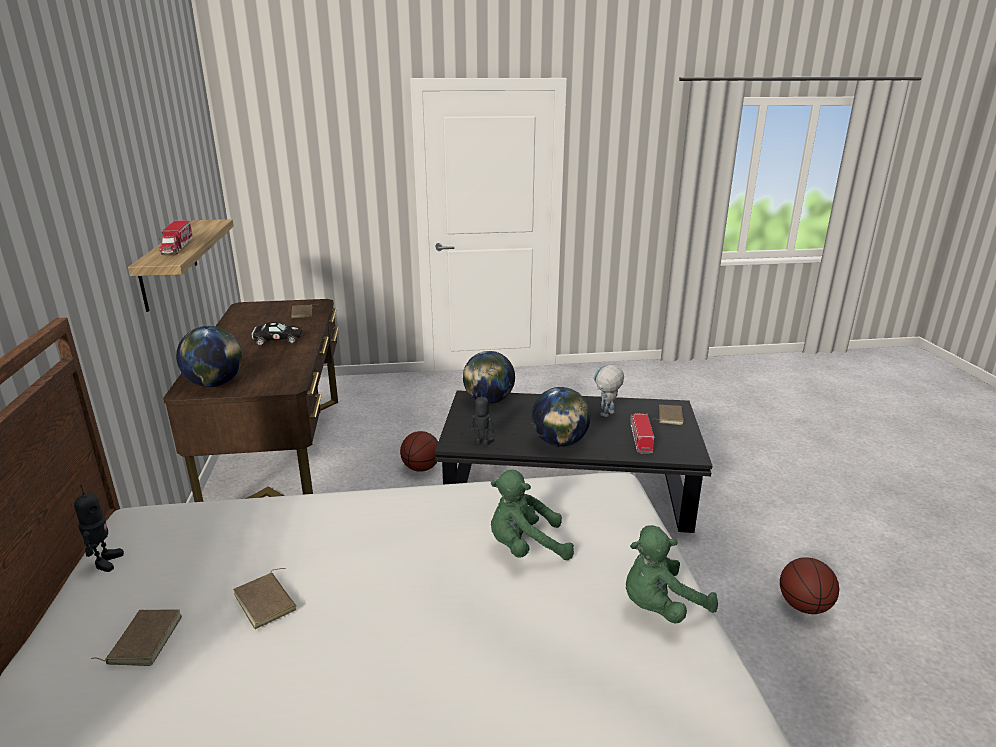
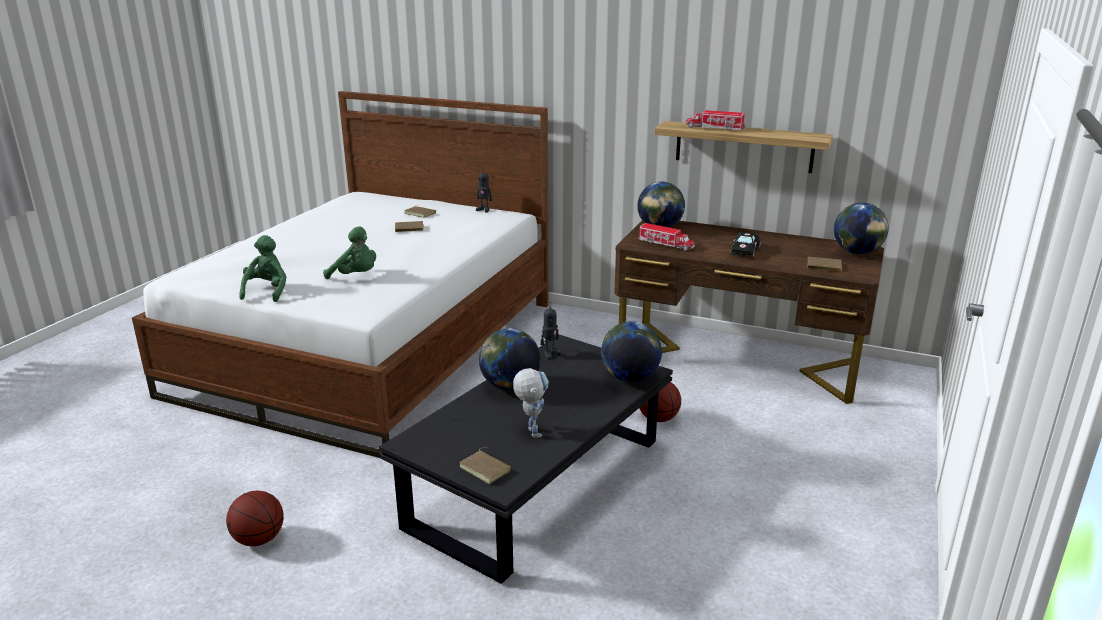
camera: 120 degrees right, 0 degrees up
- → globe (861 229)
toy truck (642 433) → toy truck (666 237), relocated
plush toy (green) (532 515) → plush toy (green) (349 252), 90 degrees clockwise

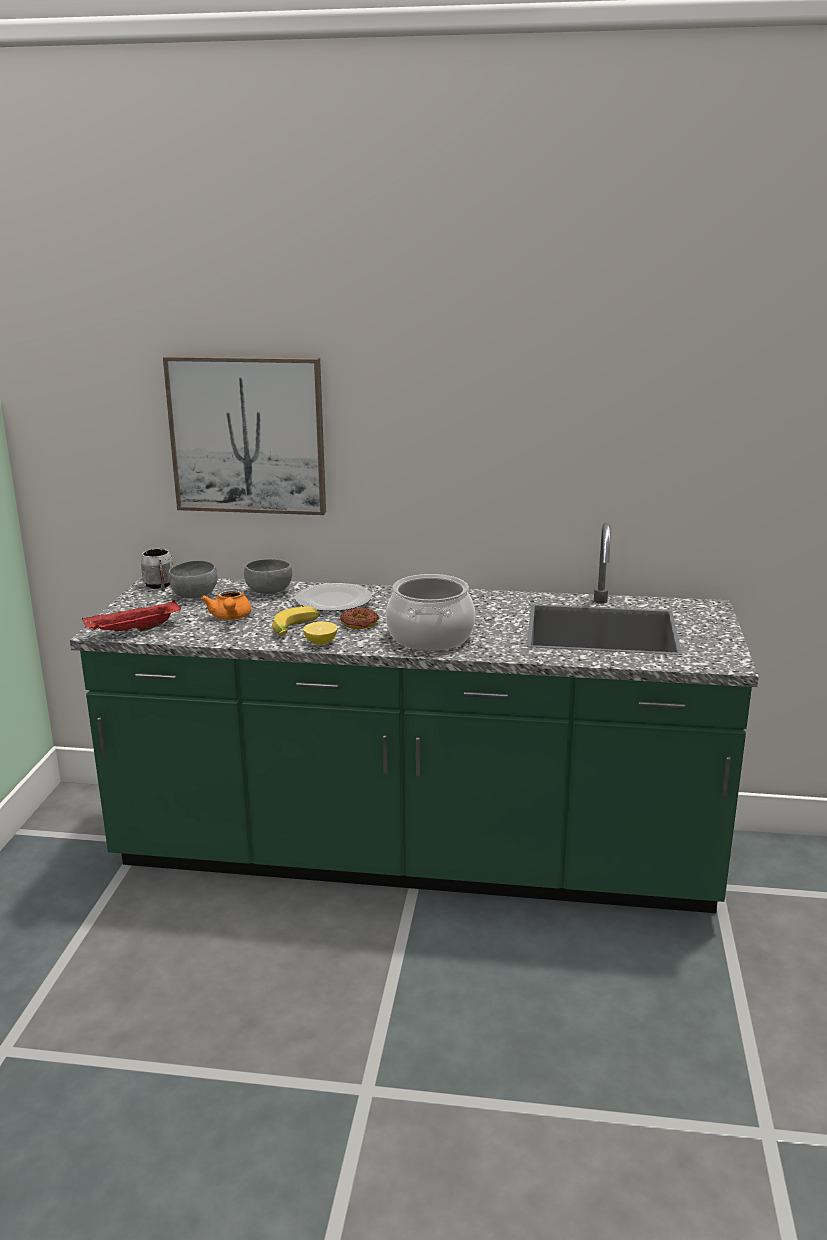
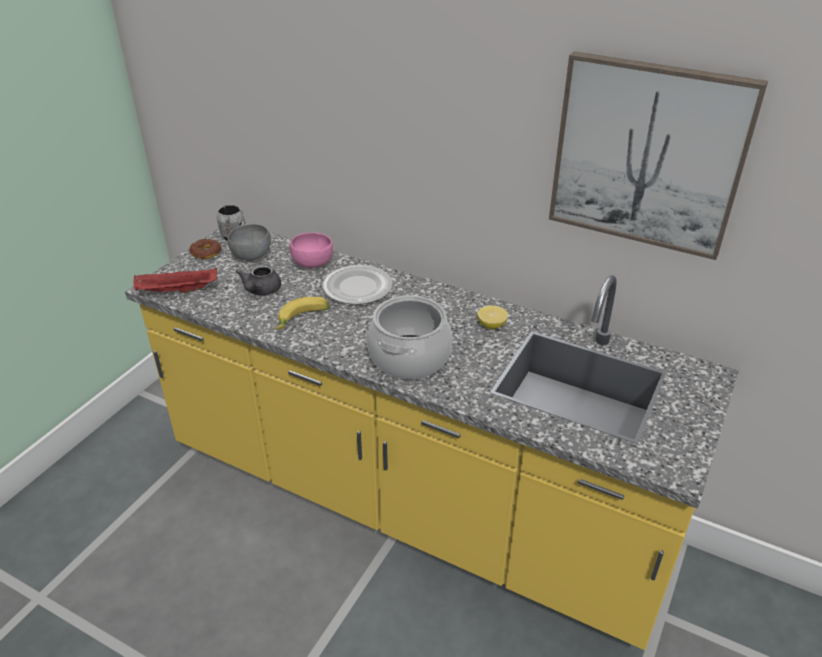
camera: 20 degrees right, 15 degrees up
picture (244 435) → picture (658 155), relocated
lemon (320 633) → lemon (492 317), relocated
donut (359 618) → donut (205 249), relocated
counter (green) (414 717) → counter (yellow) (432 439)
teapot (orange) (226 604) → teapot (grey) (258 279)
bowl (grey) (268 576) → bowl (pink) (311 250)

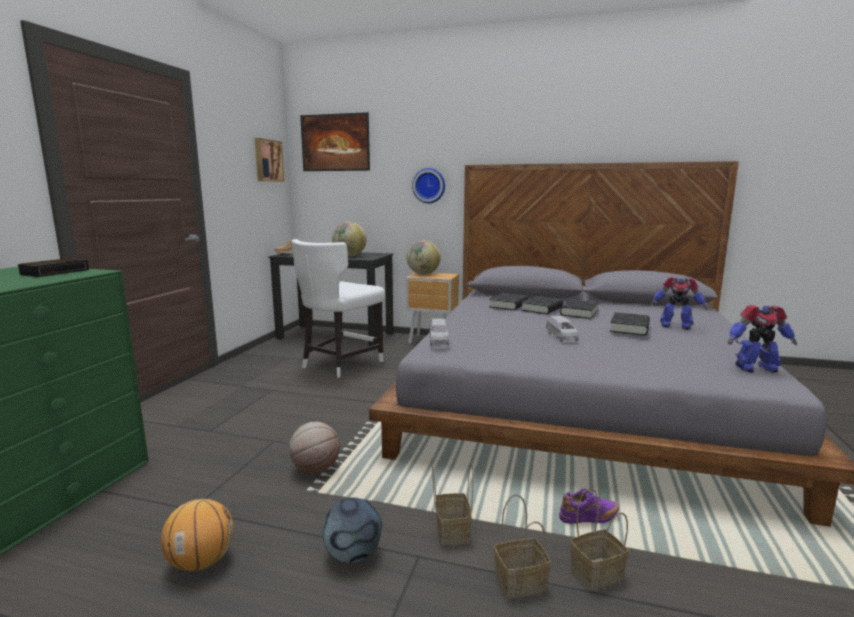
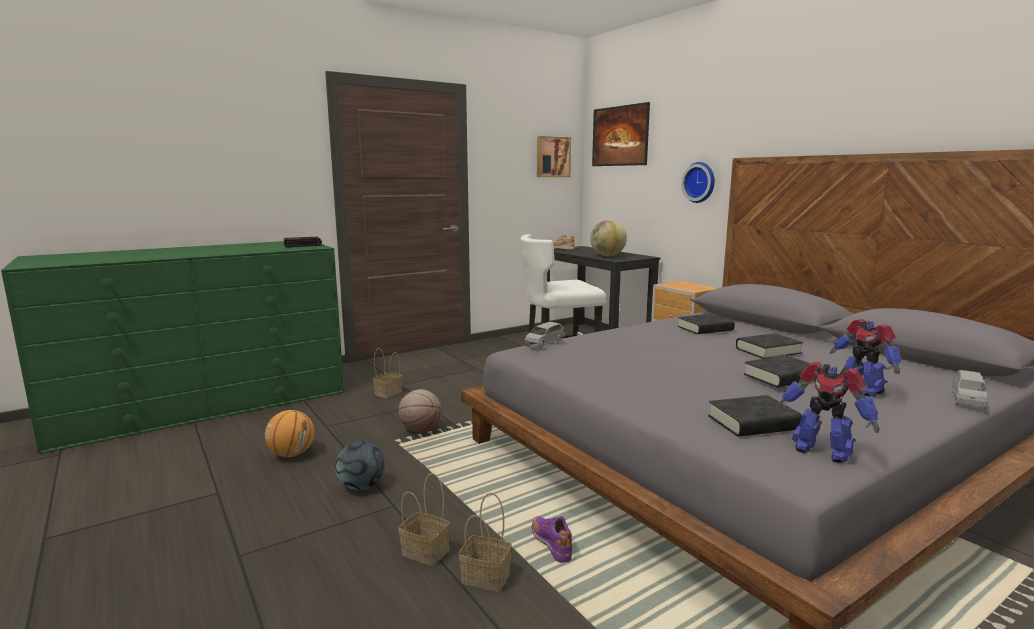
camera: 40 degrees right, 0 degrees up
globe (424 257) → -
basket (452 504) → basket (388 373), relocated
book (black) (542 305) → book (black) (755 416), relocated
toy car (grey) (562 329) → toy car (grey) (970 390), relocated
shoe (purple) (589 506) → shoe (purple) (552 539), 150 degrees counterclockwise

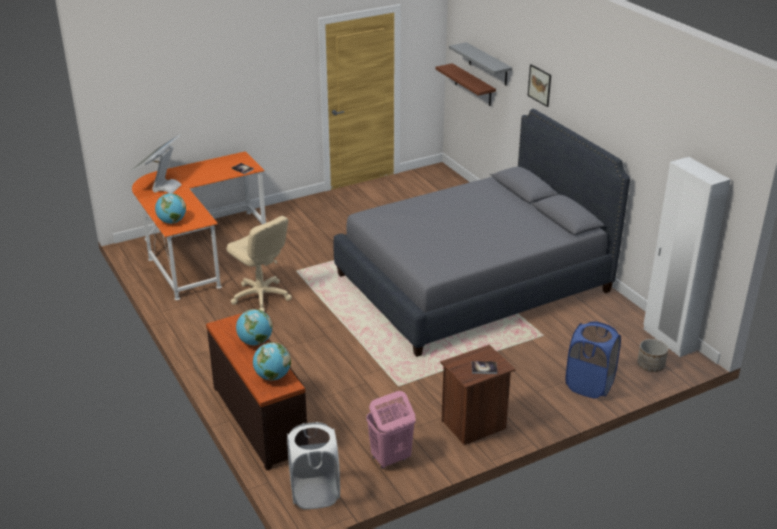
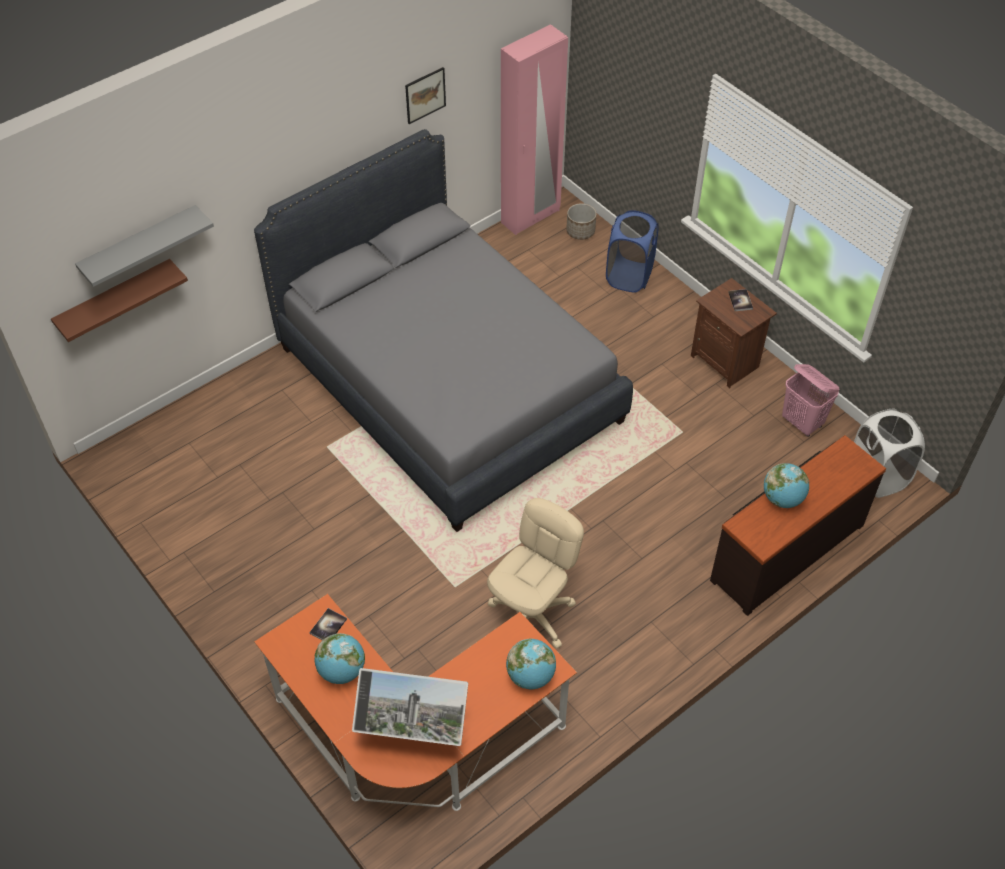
camera: 100 degrees left, 20 degrees up
globe (272 361) → globe (339 658), relocated
picture (539 85) → picture (425 95), relocated
wardrobe (white) (687 257) → wardrobe (pink) (534 129)

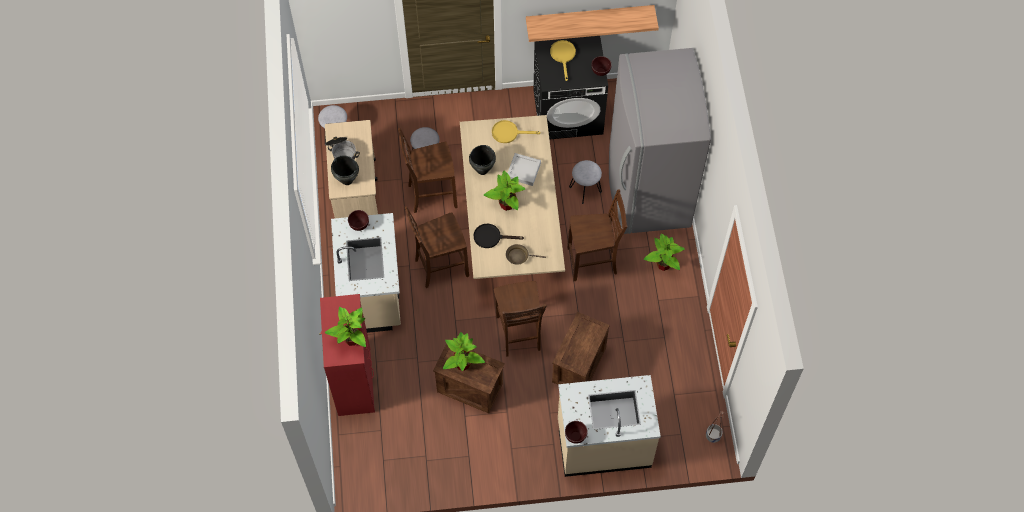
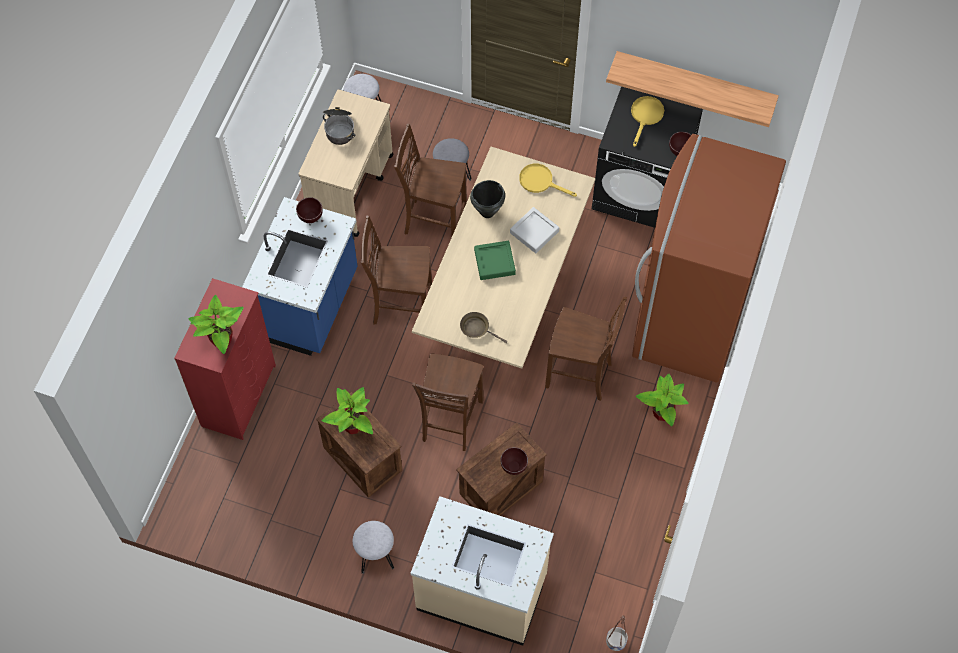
camera: 25 degrees right, 0 degrees up
cooking pot (black) (345 170) → -
frying pan (black) (499 236) → -
bowl (brown) (576 432) → bowl (brown) (514 461), relocated
stool (grey) (585 182) → stool (grey) (373 547), relocated
potted plant (504 191) → tray (green) (495 260)
counter (beige) (366 273) → counter (blue) (300 276)
fridge (grey) (660 141) → fridge (brown) (709 258)

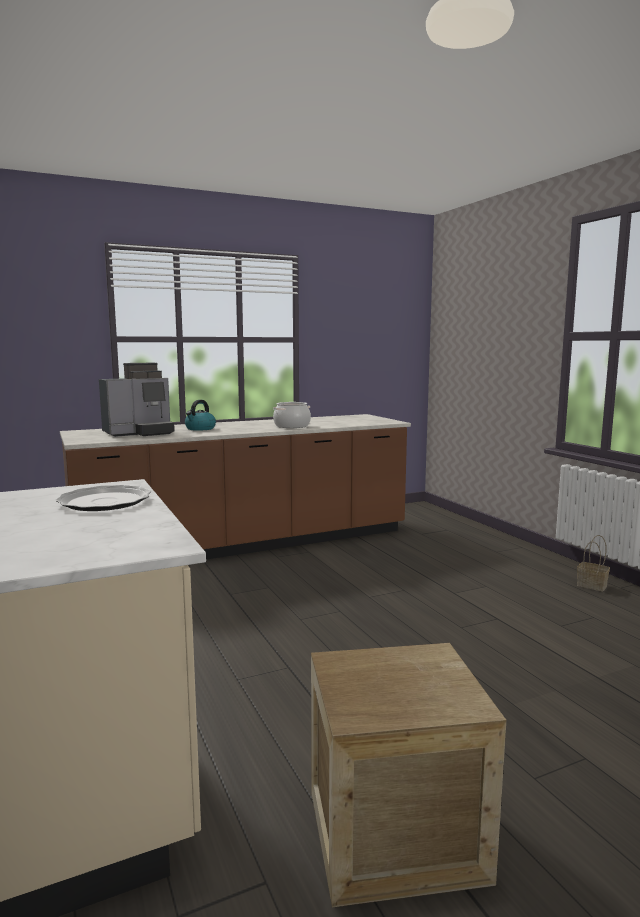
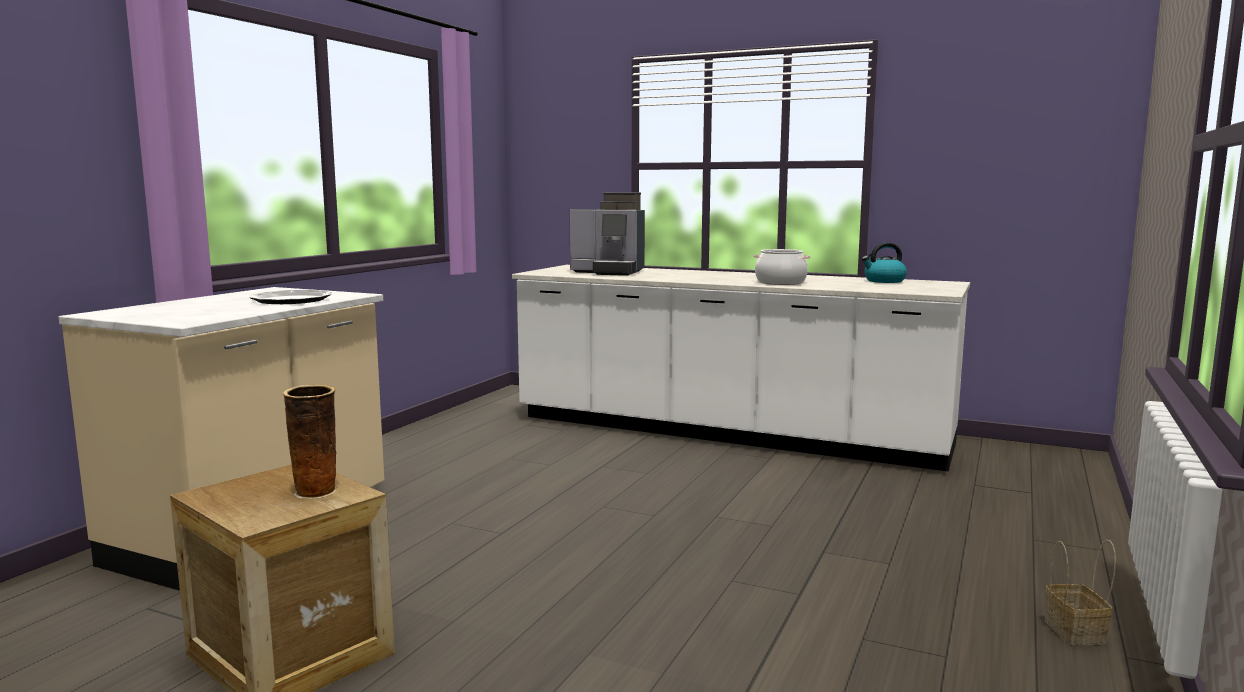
camera: 50 degrees right, 0 degrees up
- → vase (309 442)
kettle (200 415) → kettle (884 262), relocated
counter (brown) (235 487) → counter (white) (741 368)

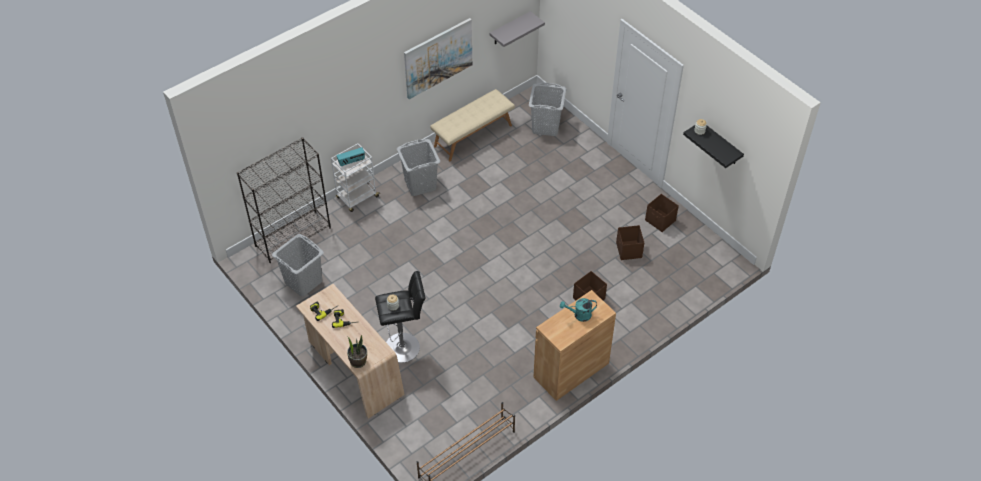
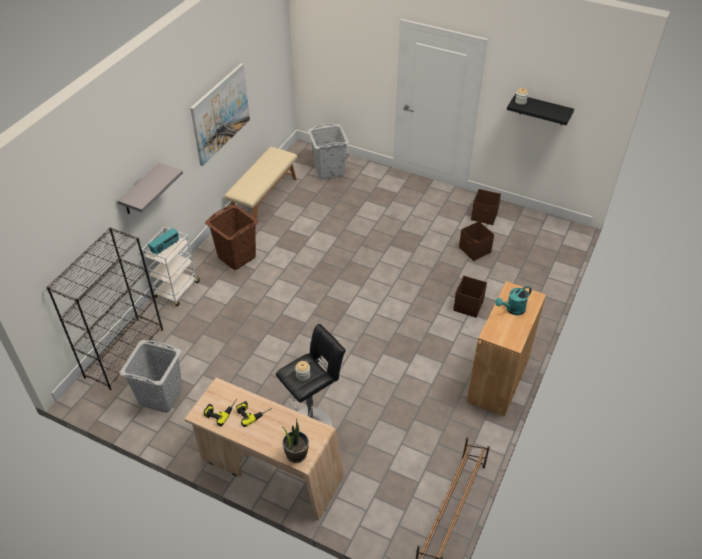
camera: 25 degrees left, 5 degrees down
shelf (grey) (517 29) → shelf (grey) (150 188), relocated
laundry basket (grey) (418 167) → laundry basket (brown) (231 237)

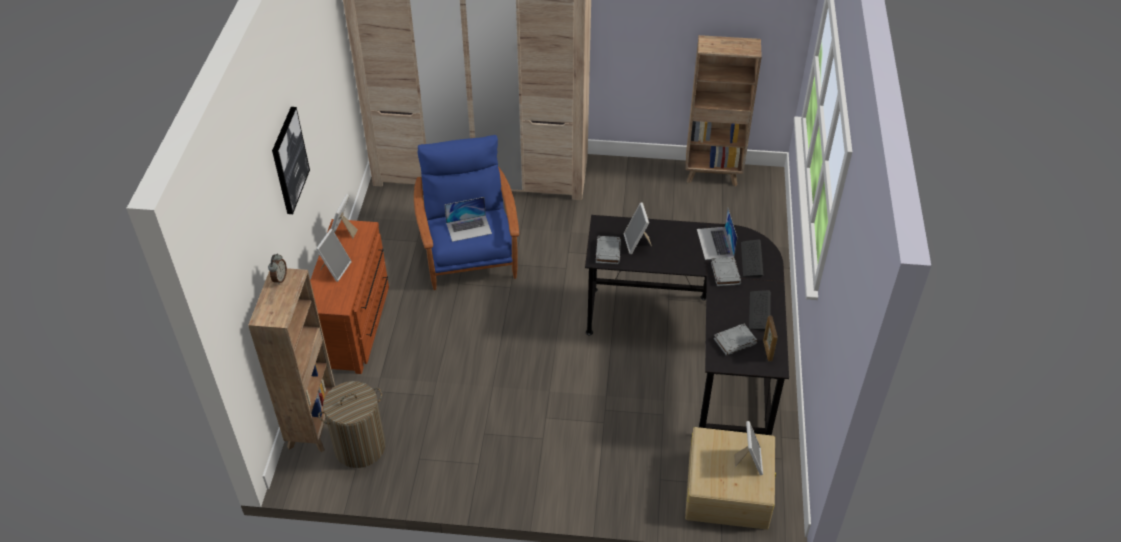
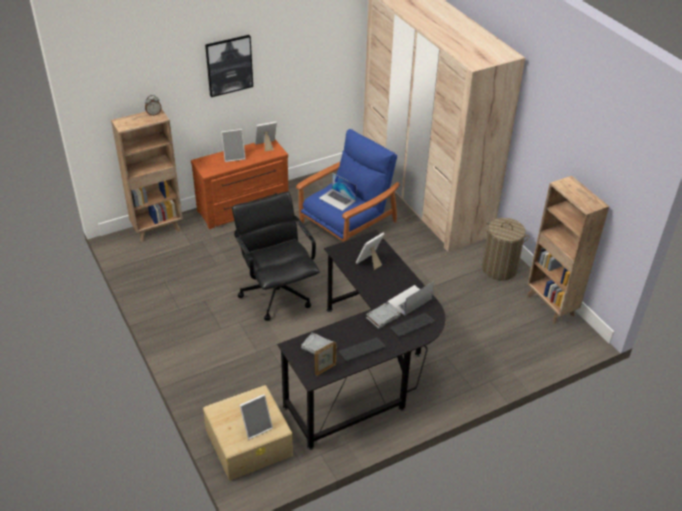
camera: 55 degrees right, 5 degrees down
book (grey) (608 250) → -
- → office chair (black) (276 256)
laundry basket (351 424) → laundry basket (505 249), relocated

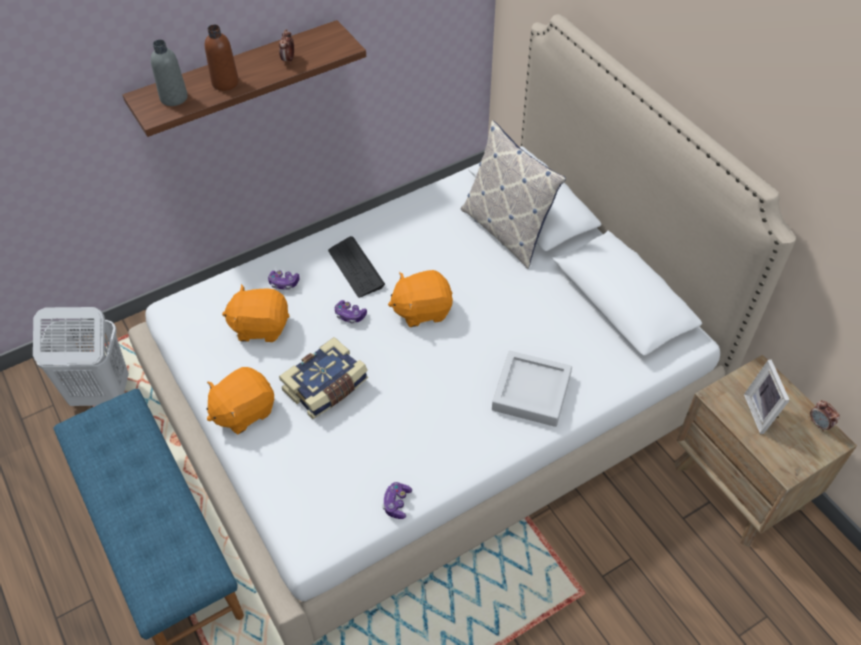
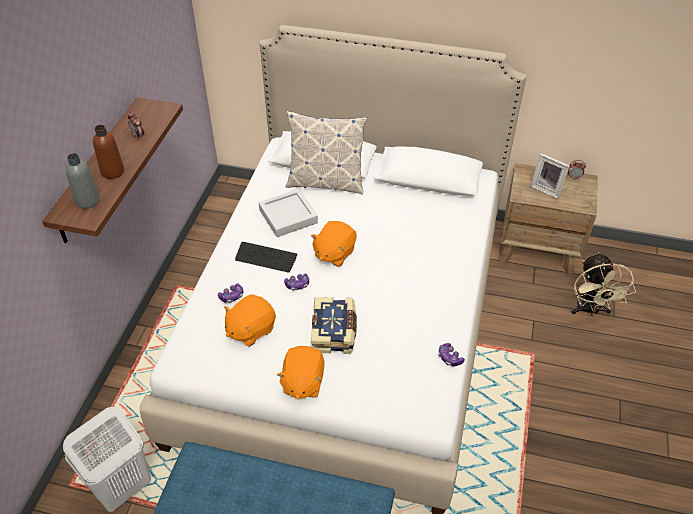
camera: 45 degrees left, 5 degrees down
- → fan (beige) (604 284)
tray (grey) (532 389) → tray (grey) (288 213), relocated

